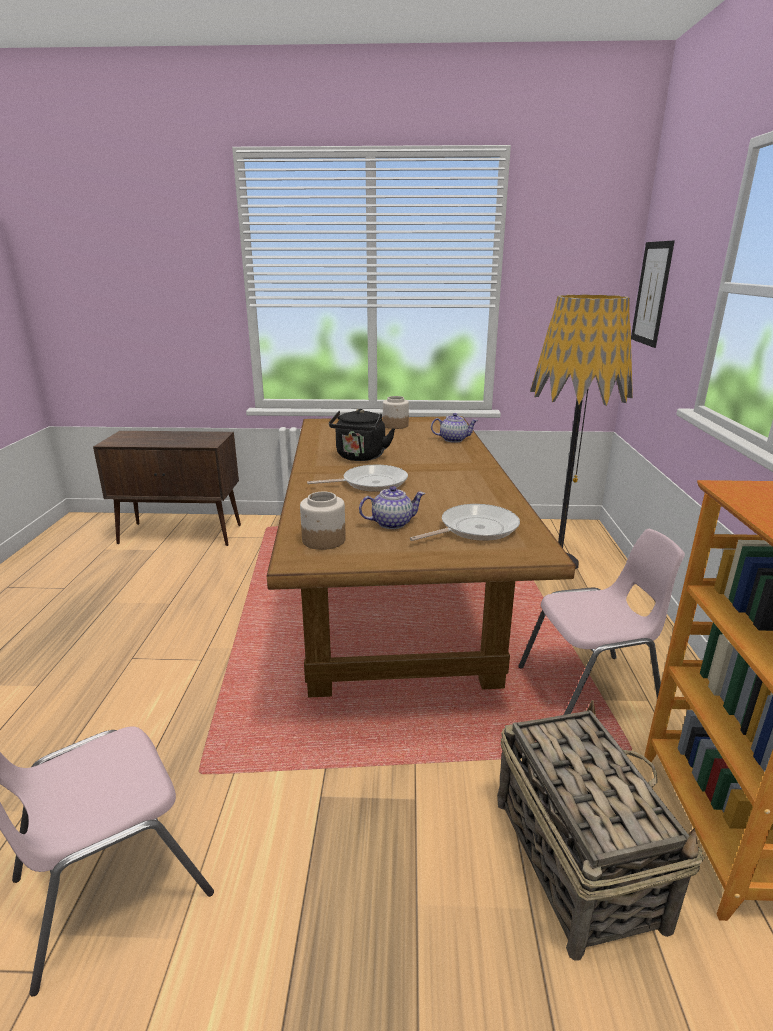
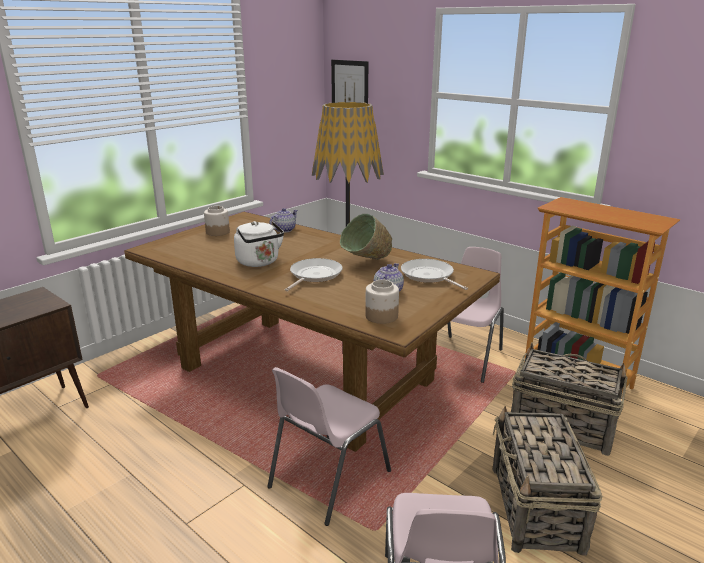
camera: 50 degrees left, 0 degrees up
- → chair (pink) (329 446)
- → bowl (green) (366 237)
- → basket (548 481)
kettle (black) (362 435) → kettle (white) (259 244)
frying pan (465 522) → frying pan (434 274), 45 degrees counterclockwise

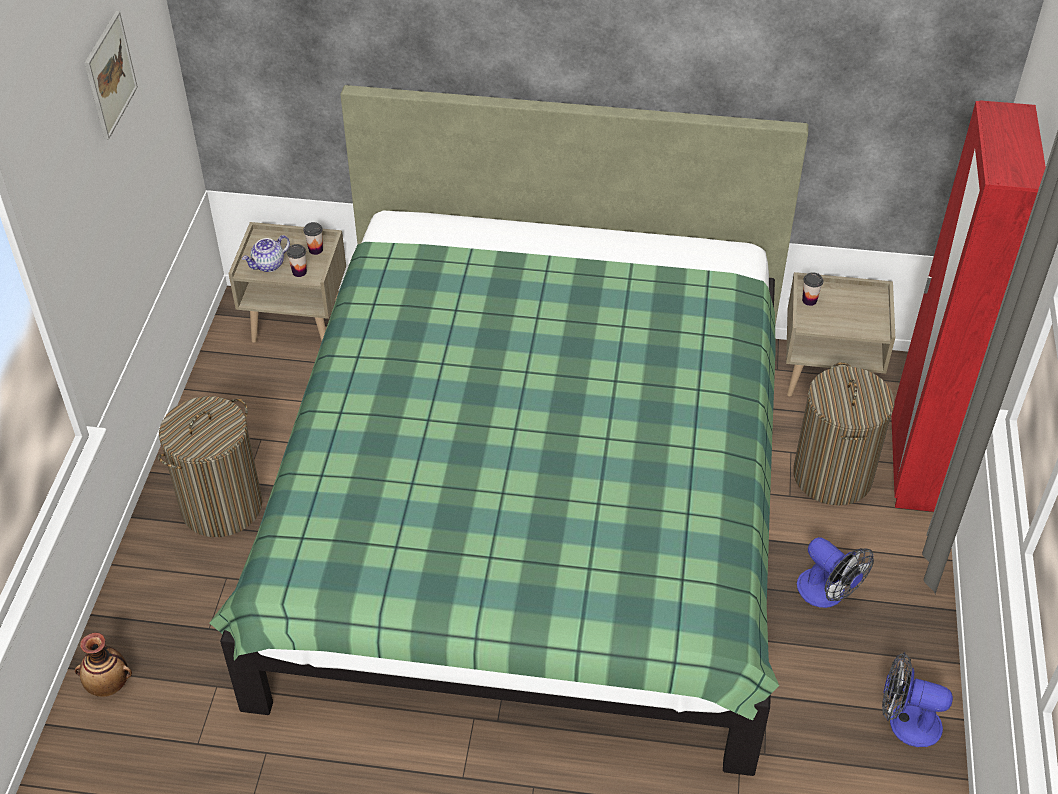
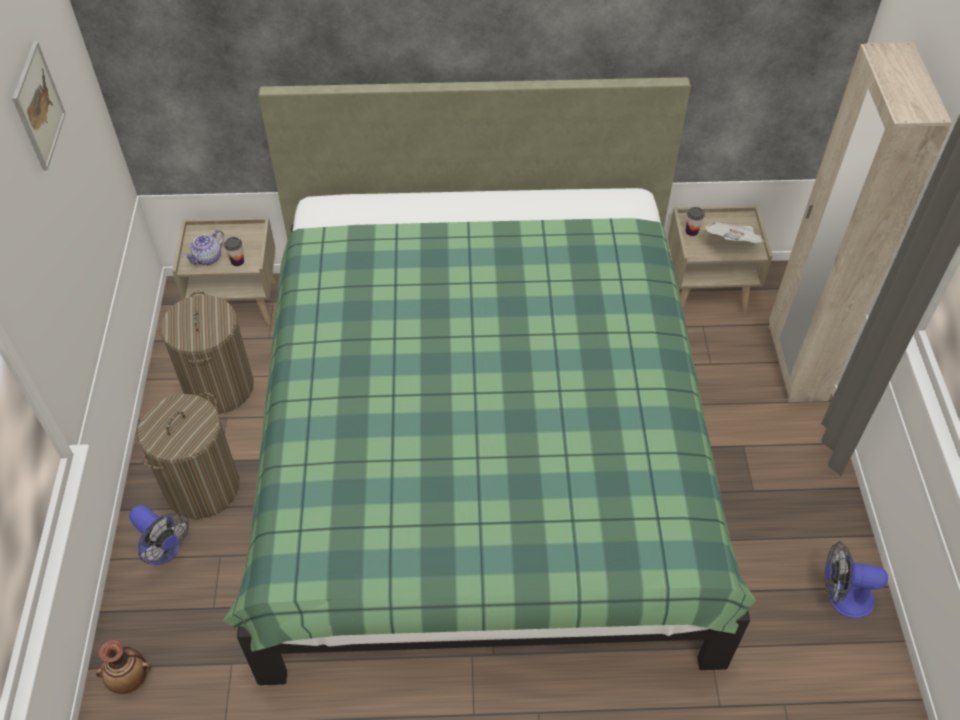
camera: 10 degrees left, 5 degrees up
cup (313 238) → -
- → newspaper (735 232)
laundry basket (844 433) → laundry basket (207 352), relocated
fan (835 572) → fan (159 535), relocated
wardrobe (red) (968 306) → wardrobe (beige) (860 222)

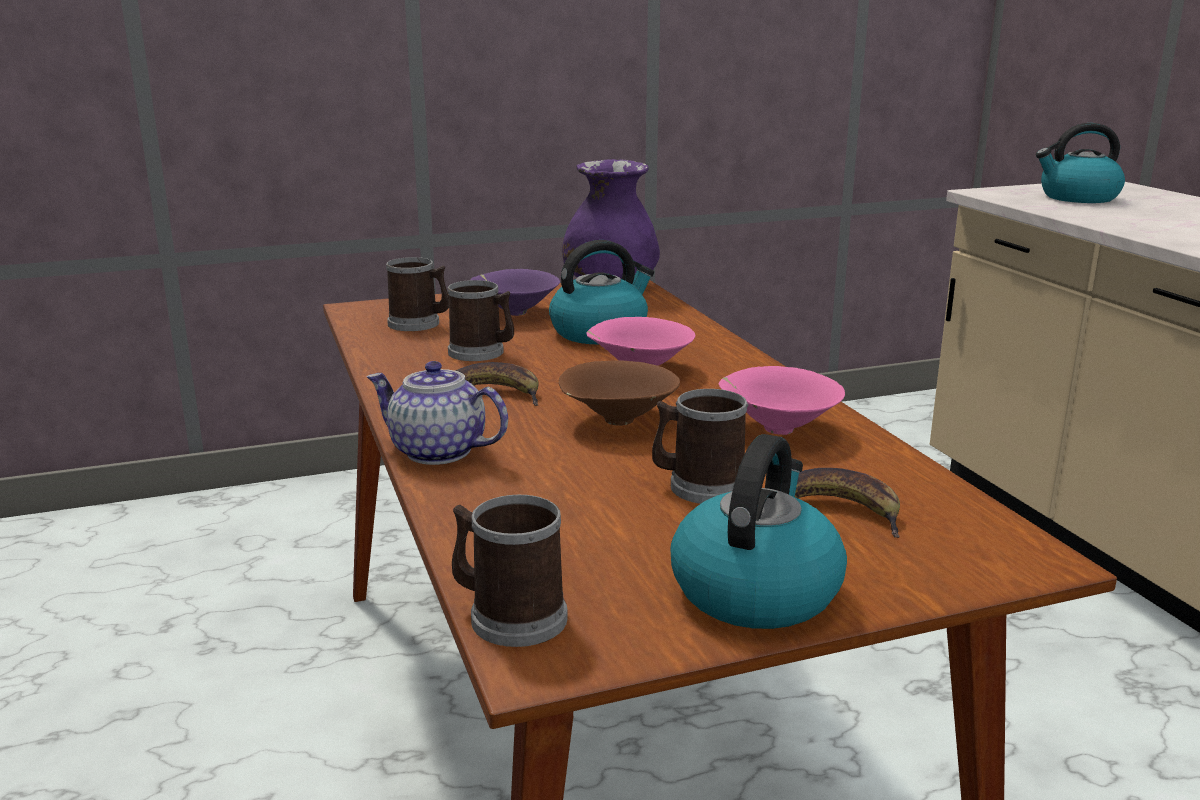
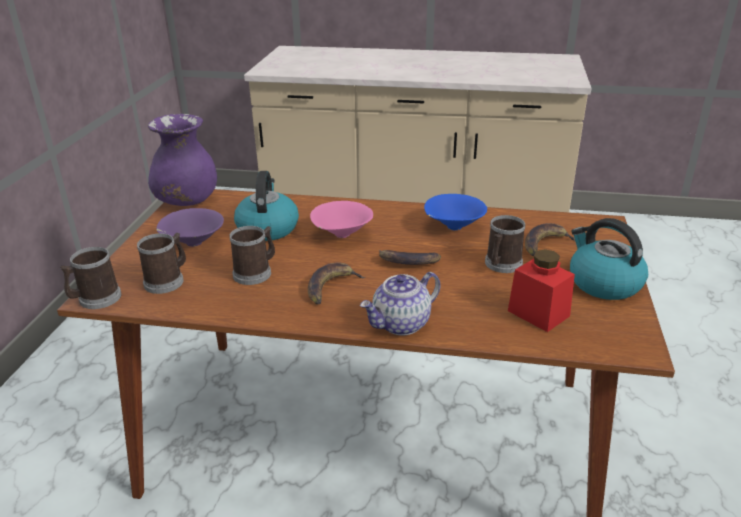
camera: 60 degrees left, 10 degrees up
kettle (1080 163) → -
- → jar (red) (541 290)
mug (510 571) → mug (90 278), relocated
bowl (brown) (619 393) → banana (410 257)
bowl (pink) (781 400) → bowl (blue) (455 212)

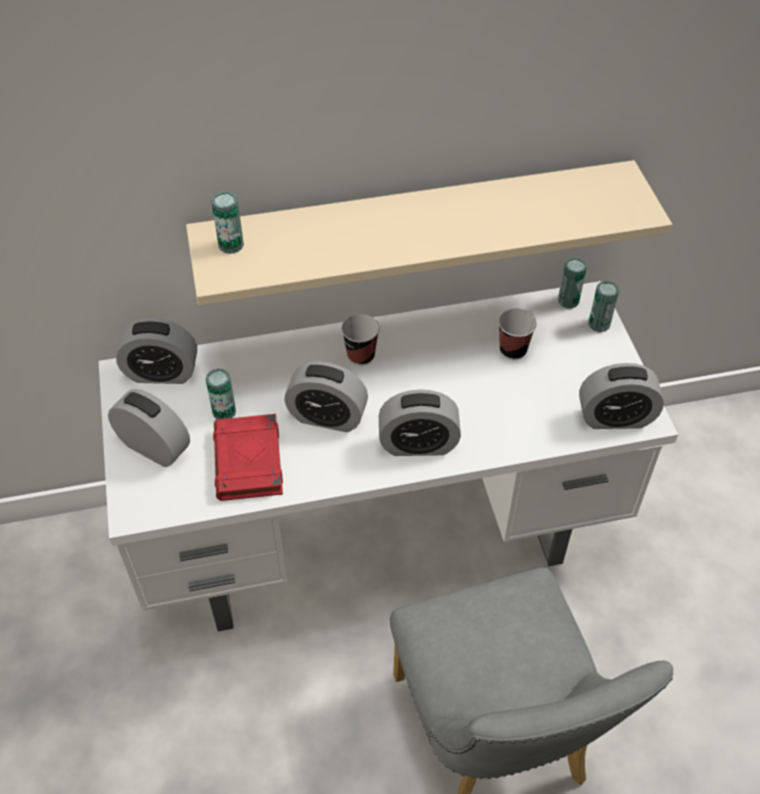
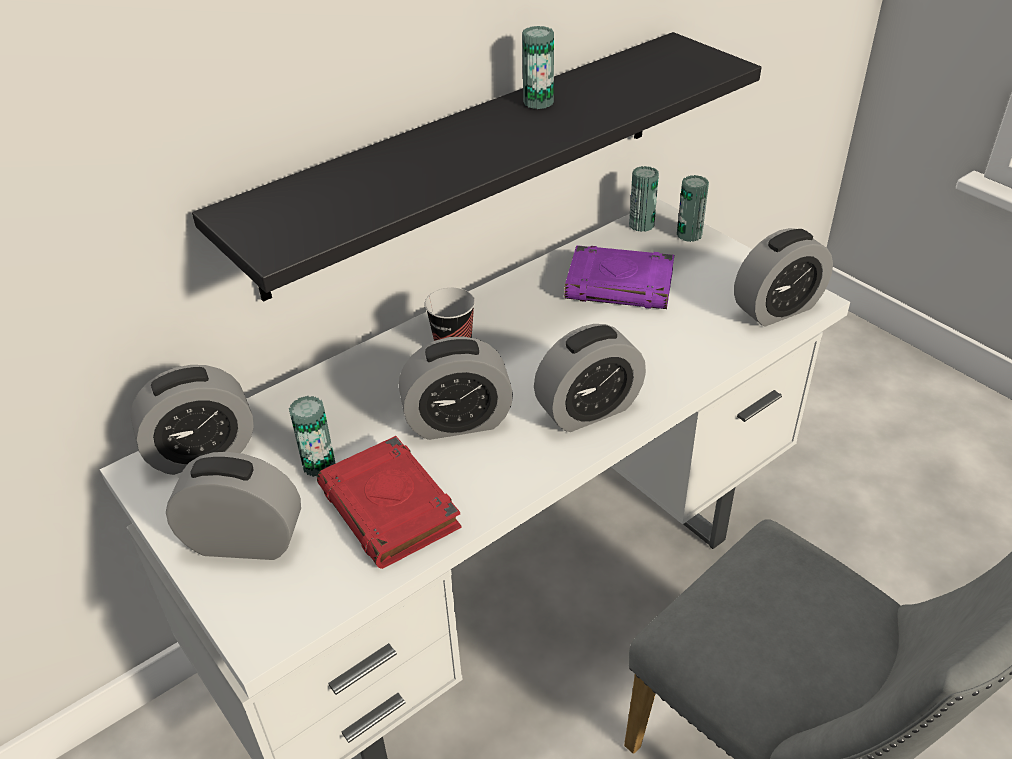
camera: 25 degrees left, 10 degrees down
can (227 222) → can (538 67), relocated
cup (517 334) → book (purple) (619 277)
shelf (beige) (429 233) → shelf (black) (476 167)

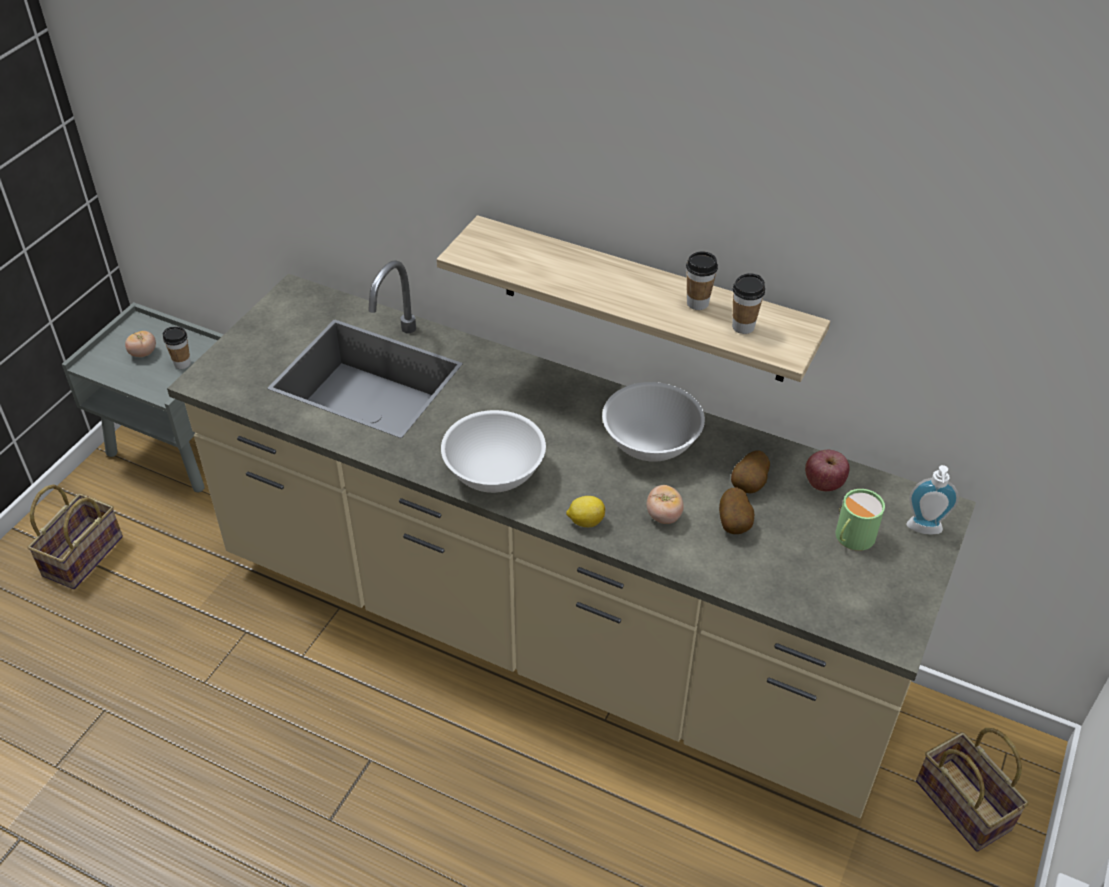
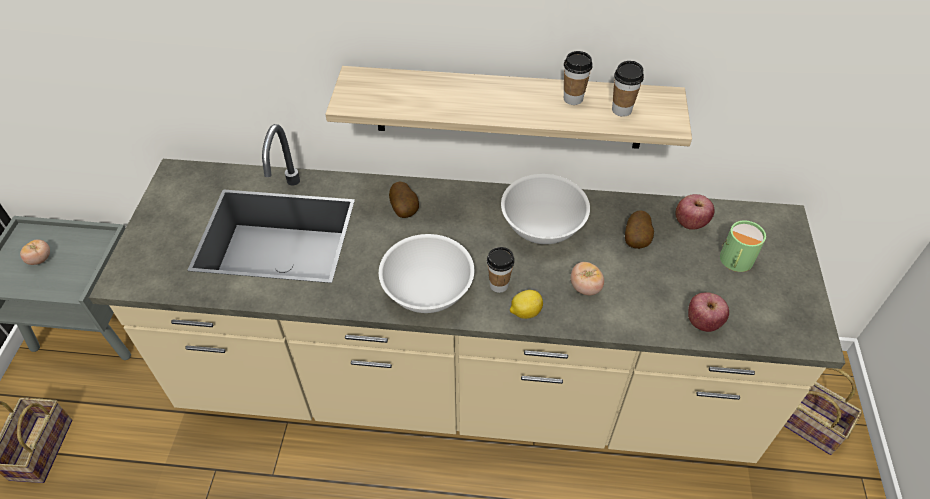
camera: 20 degrees left, 5 degrees up
soap dispenser (932 500) → -
- → apple (708 312)
cup (177 348) → cup (500 270), relocated
potato (736 511) → potato (404 200), relocated

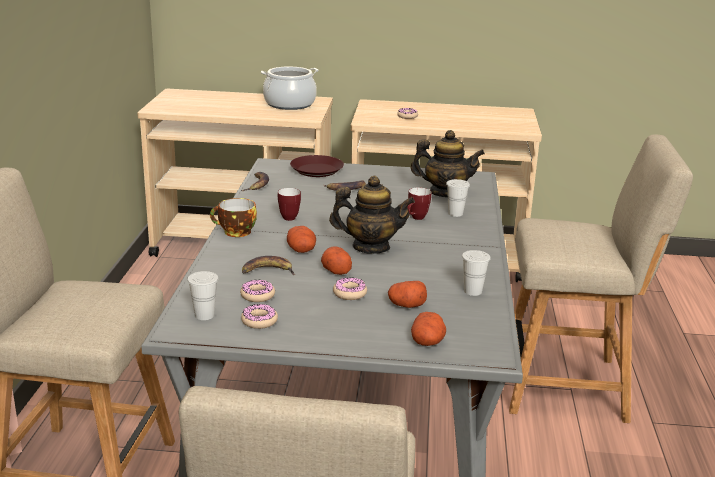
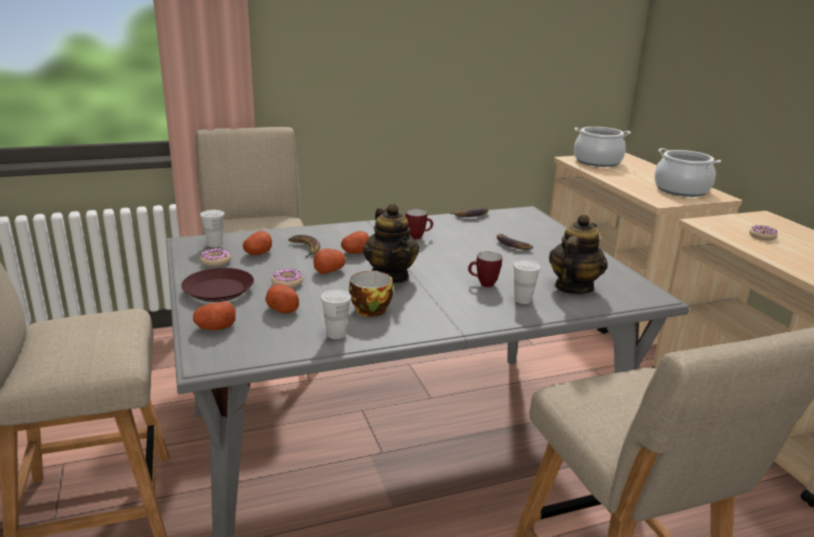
camera: 65 degrees right, 0 degrees up
- → cooking pot (602 147)
cup (233 217) → cup (371 294), relocated
plate (brown) (317 166) → plate (brown) (217 285), relocated
donut (257 290) → potato (257 243)
teapot (448 163) → teapot (578 254), 135 degrees counterclockwise

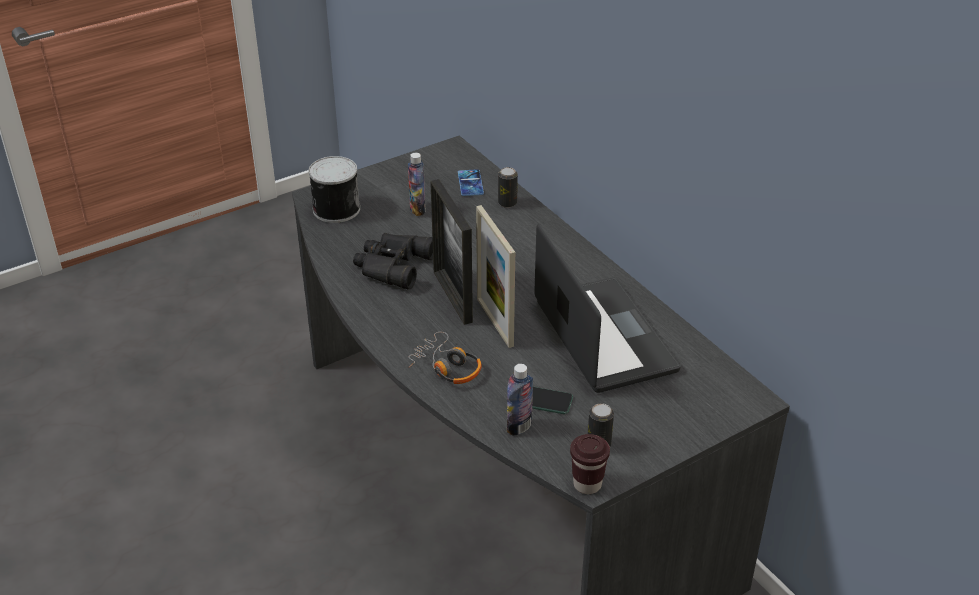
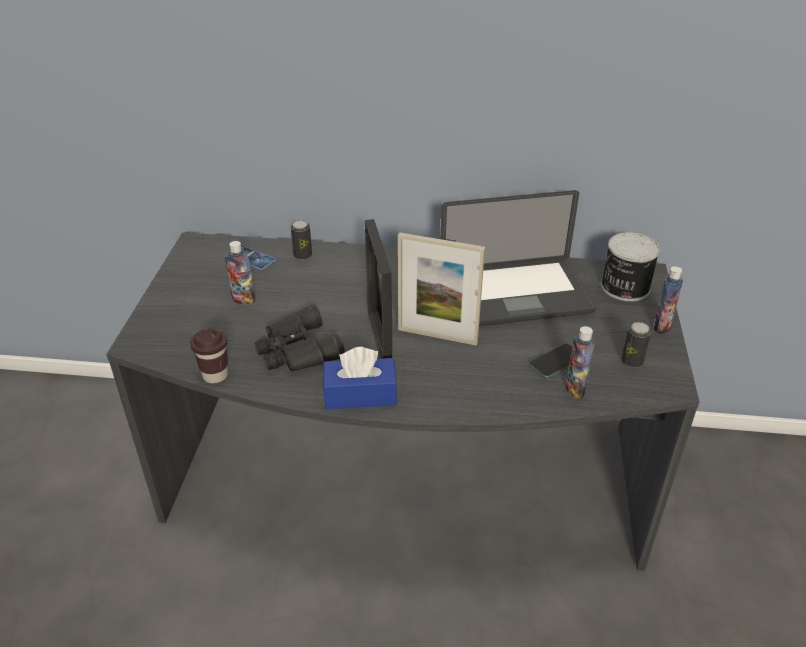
camera: 50 degrees left, 0 degrees up
headphones (445 358) → -
- → tissue box (blue) (360 378)
- → bottle (668 300)
can (334 189) → can (630 267), relocated
cup (brown) (590 464) → cup (brown) (209 355), relocated
picture frame (451 252) → picture frame (379 289), 60 degrees clockwise
laptop (607 308) → laptop (518 258), 150 degrees clockwise

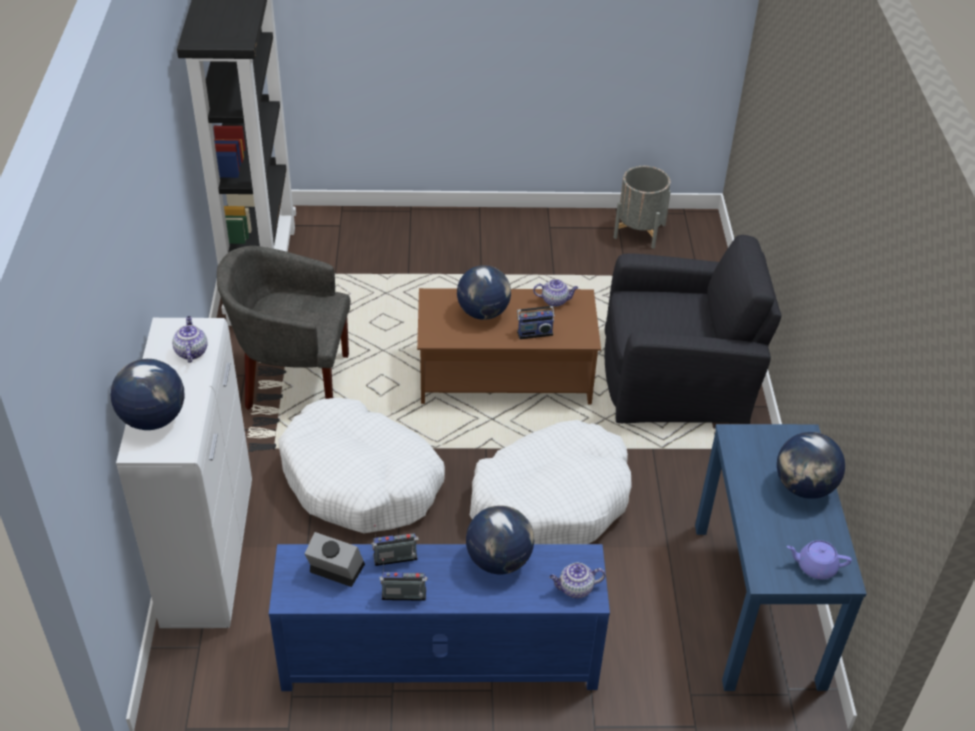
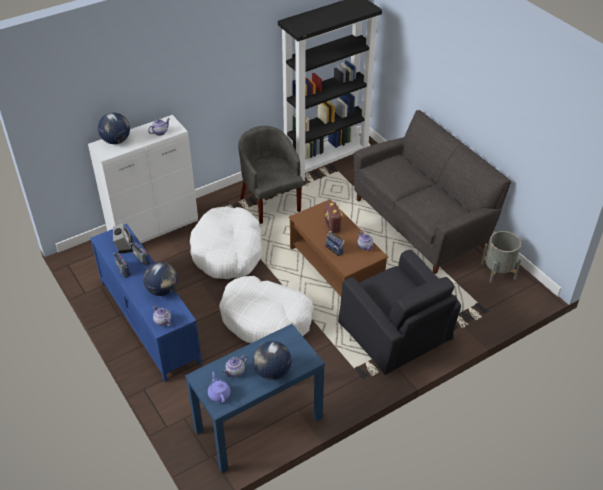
camera: 60 degrees right, 0 degrees up
- → teapot (234 366)
- → sofa (grey) (433 192)
globe (484 292) → radio (334 217)

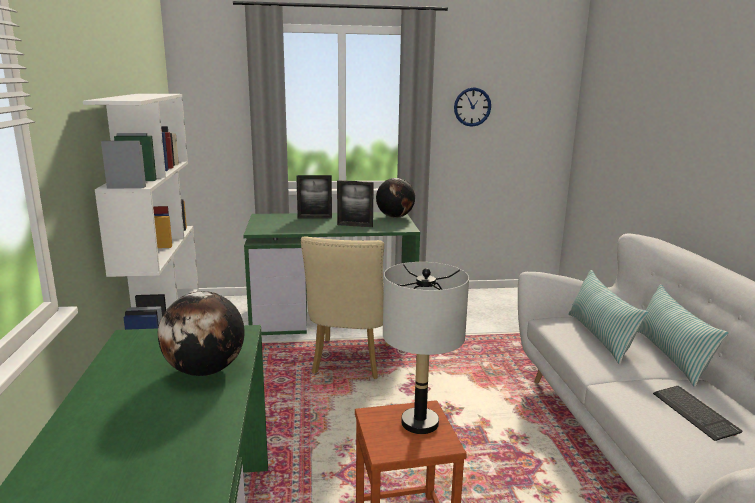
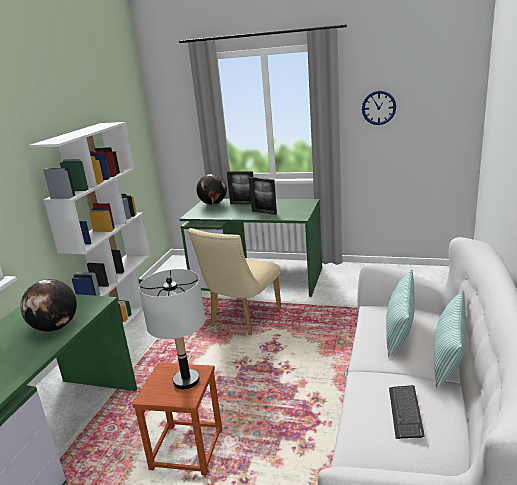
camera: 25 degrees right, 5 degrees up
globe (395 198) → globe (211 189), relocated

